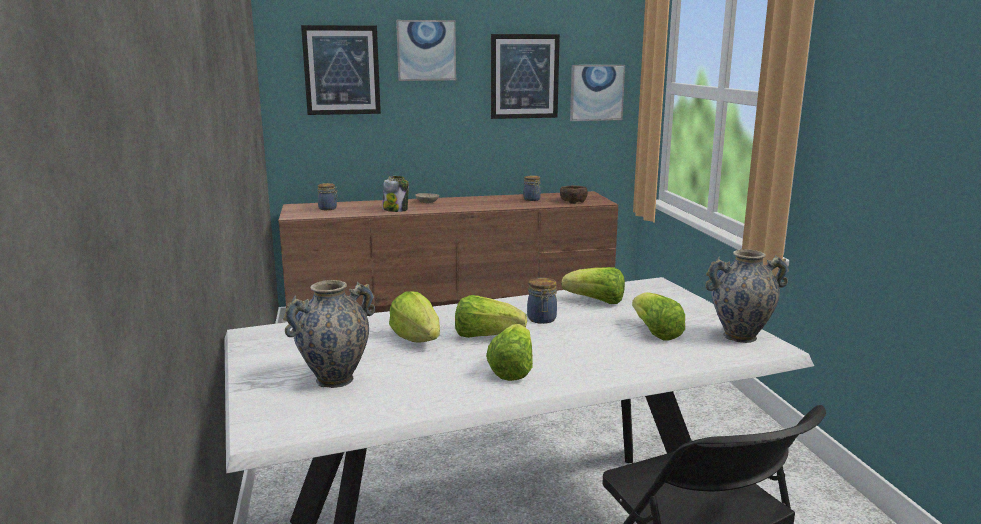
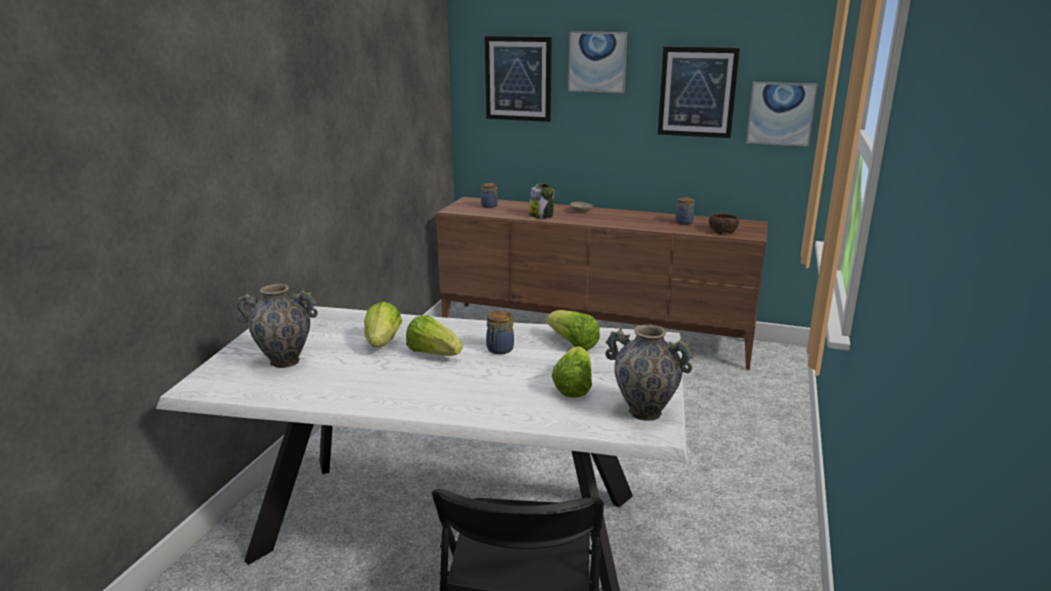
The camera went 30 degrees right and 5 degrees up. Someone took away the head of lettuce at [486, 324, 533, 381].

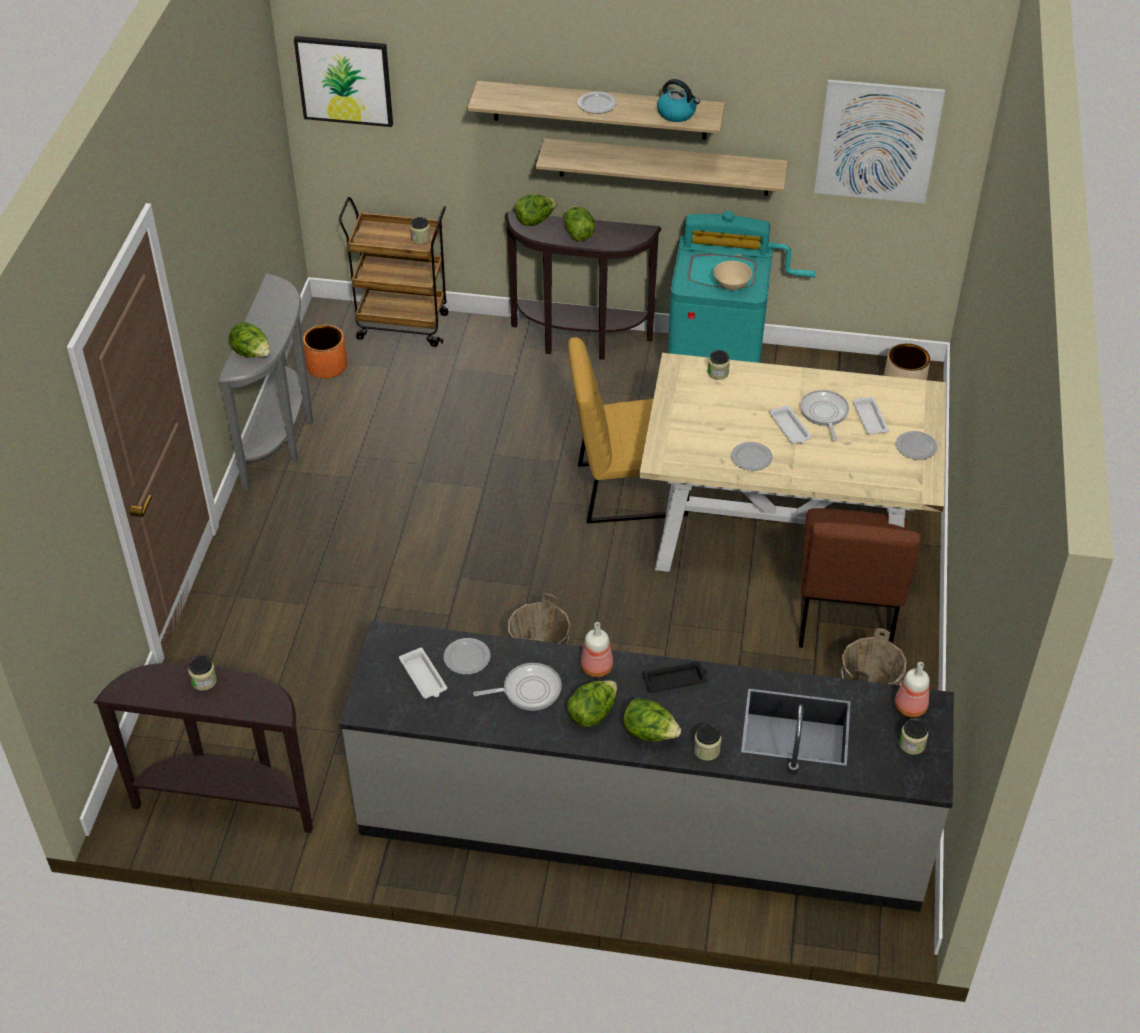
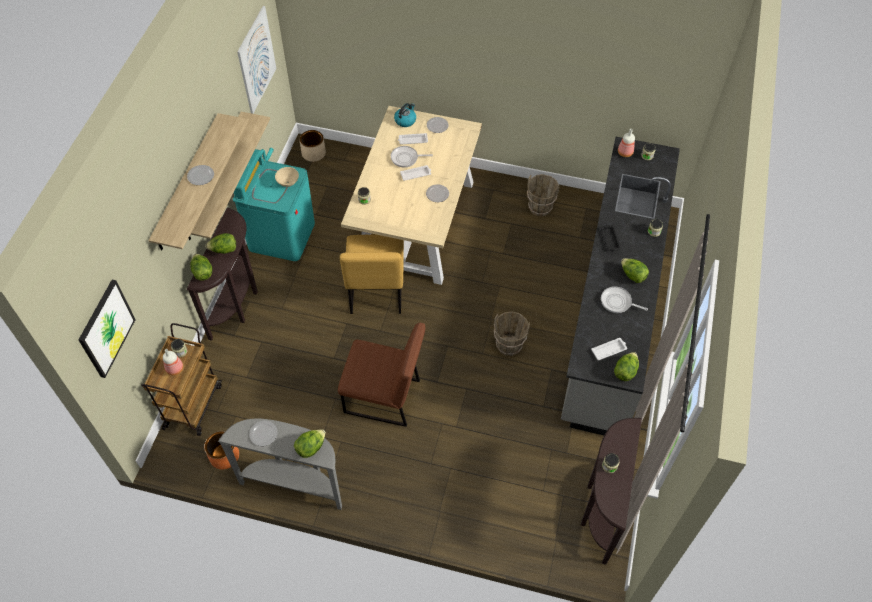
The camera went 85 degrees left and 10 degrees up. Someone carried the kettle from [657, 79, 700, 122] to [394, 103, 416, 127]. Someone carried the brownish chair from [799, 508, 921, 648] to [338, 323, 425, 427]. Someone carried the beverage bottle from [580, 622, 613, 677] to [163, 349, 183, 376]. Someone carried the dinner plate from [444, 638, 490, 675] to [249, 421, 278, 446]. Someone rotated the frying pan at [473, 663, 562, 711] by 60 degrees counterclockwise. Someone carried the head of lettuce from [623, 698, 681, 742] to [614, 352, 639, 381].

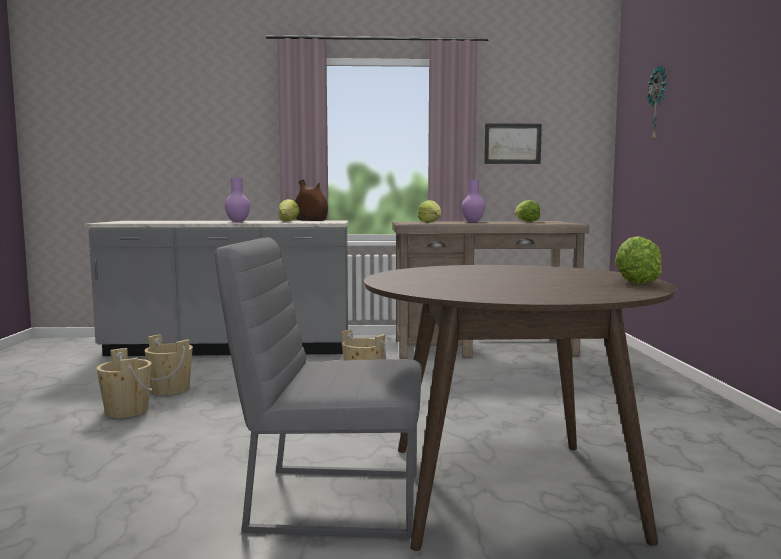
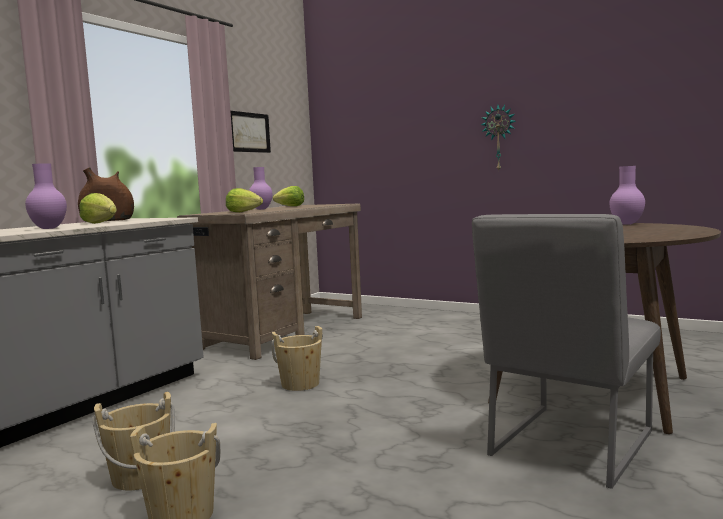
The camera went 55 degrees left and 0 degrees up. Someone carried the clock on the wall from [647, 65, 667, 140] to [481, 105, 516, 170]. Someone swapped the head of lettuce at [615, 236, 662, 284] for the purplish flower vase at [609, 166, 645, 225].

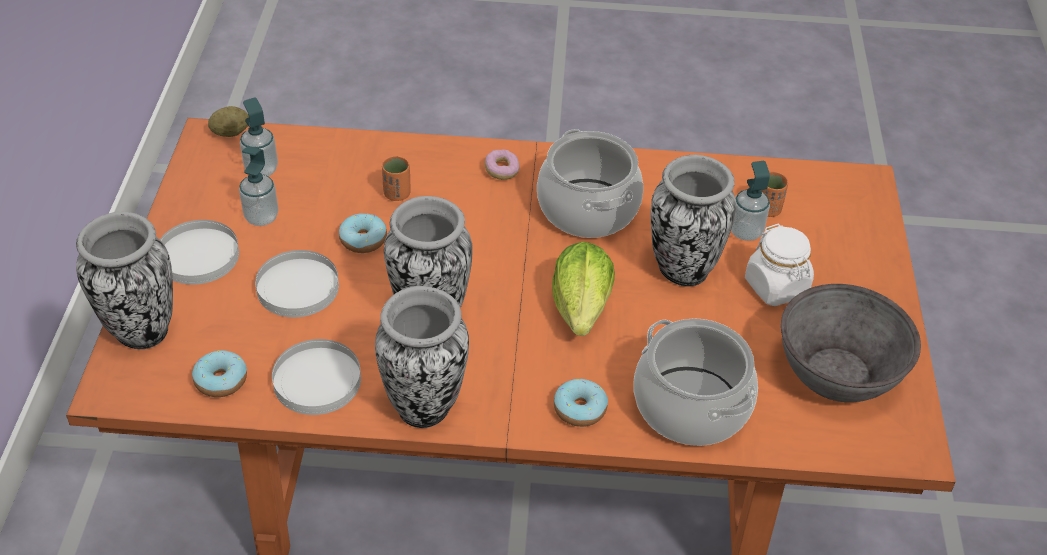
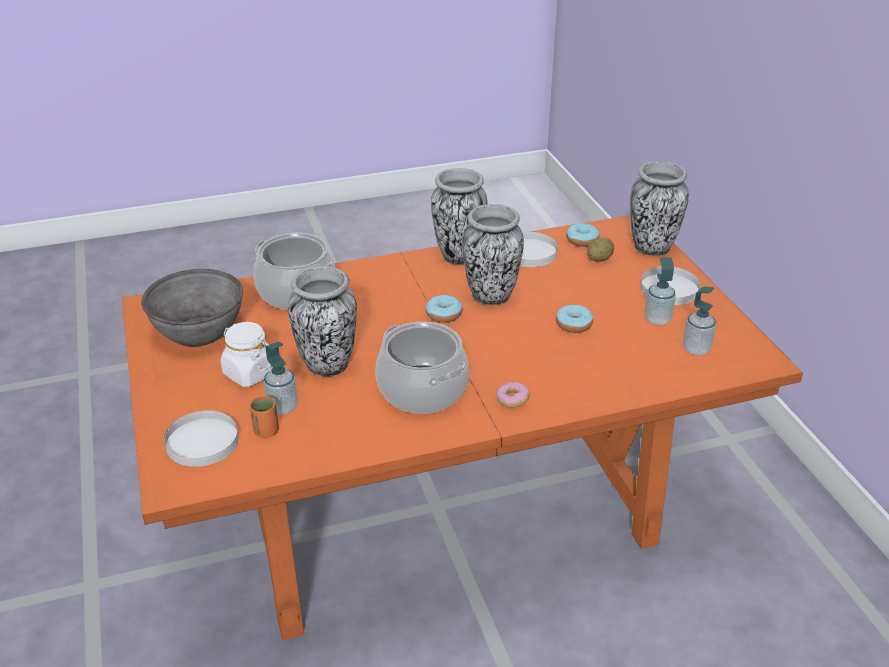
The camera went 160 degrees right and 10 degrees down. Someone carried the spud from [208, 106, 249, 137] to [587, 237, 614, 262]. Someone took away the orange cup at [382, 156, 411, 201]. Someone took away the head of lettuce at [552, 241, 615, 336]. Someone carried the whitish dinner plate from [255, 250, 339, 317] to [164, 410, 239, 467]. Someone carried the donut from [554, 379, 608, 427] to [426, 295, 462, 323].

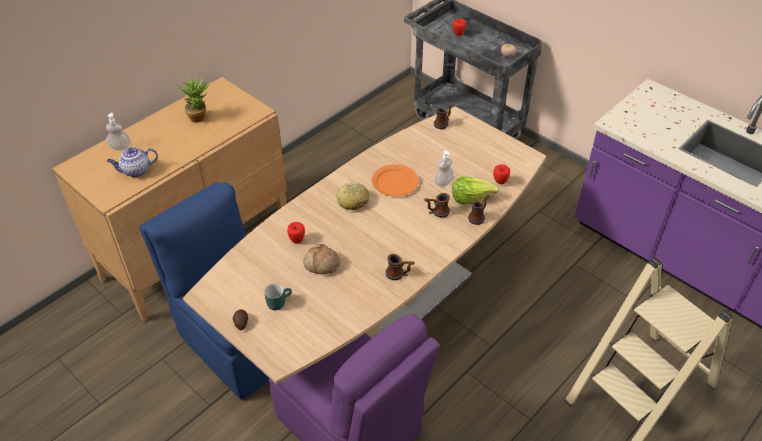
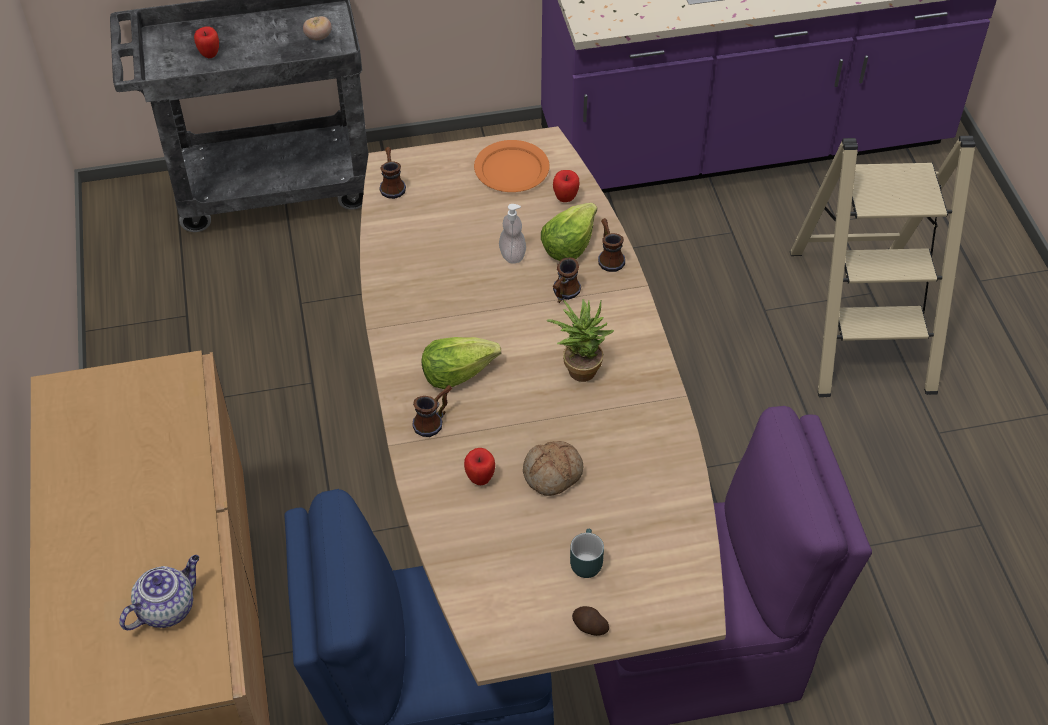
The camera went 55 degrees left and 5 degrees up. Someone carried the plant in a pot from [175, 76, 210, 123] to [547, 299, 614, 382]. Someone took away the soap dispenser at [106, 113, 130, 150]. Someone rotated the pot for tea at [107, 147, 158, 177] by 150 degrees counterclockwise. Someone carried the orange dinner plate from [372, 164, 419, 196] to [474, 140, 550, 192]. Someone swapped the bakery bread at [337, 183, 369, 210] for the head of lettuce at [421, 337, 501, 389]. Someone carried the coffee mug from [386, 254, 414, 280] to [412, 385, 453, 437].

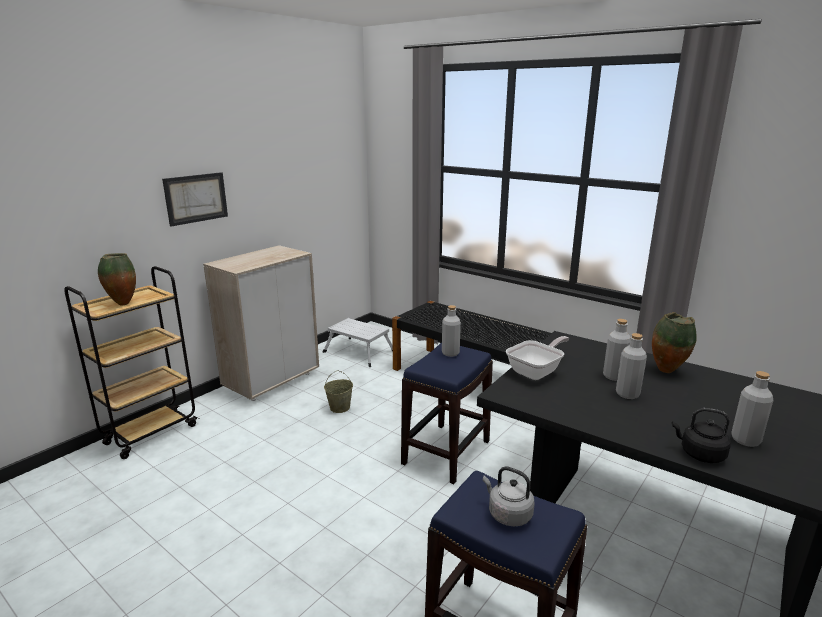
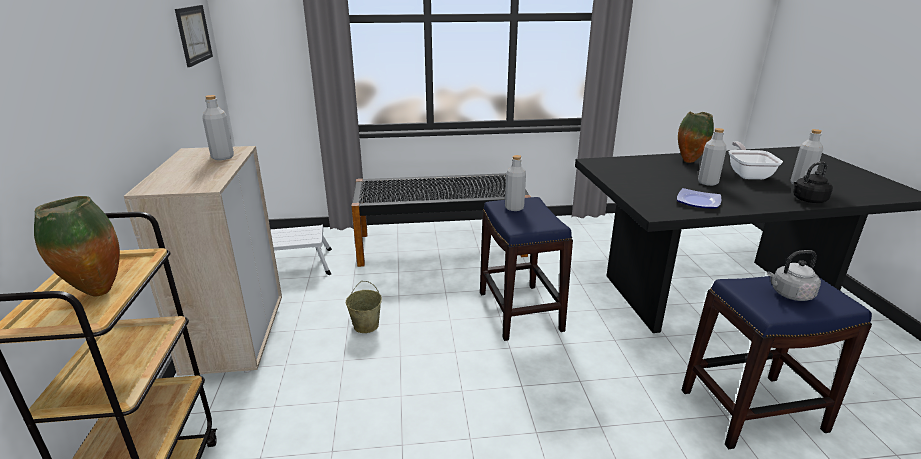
The camera went 45 degrees left and 5 degrees up. Someone carried the wall art from [162, 172, 228, 226] to [175, 5, 213, 67]. Someone carried the grey beverage bottle from [603, 319, 631, 381] to [202, 95, 234, 160]. Someone carried the frying pan from [506, 336, 569, 380] to [729, 142, 783, 179]. Someone put down the dinner plate at [677, 188, 721, 209].

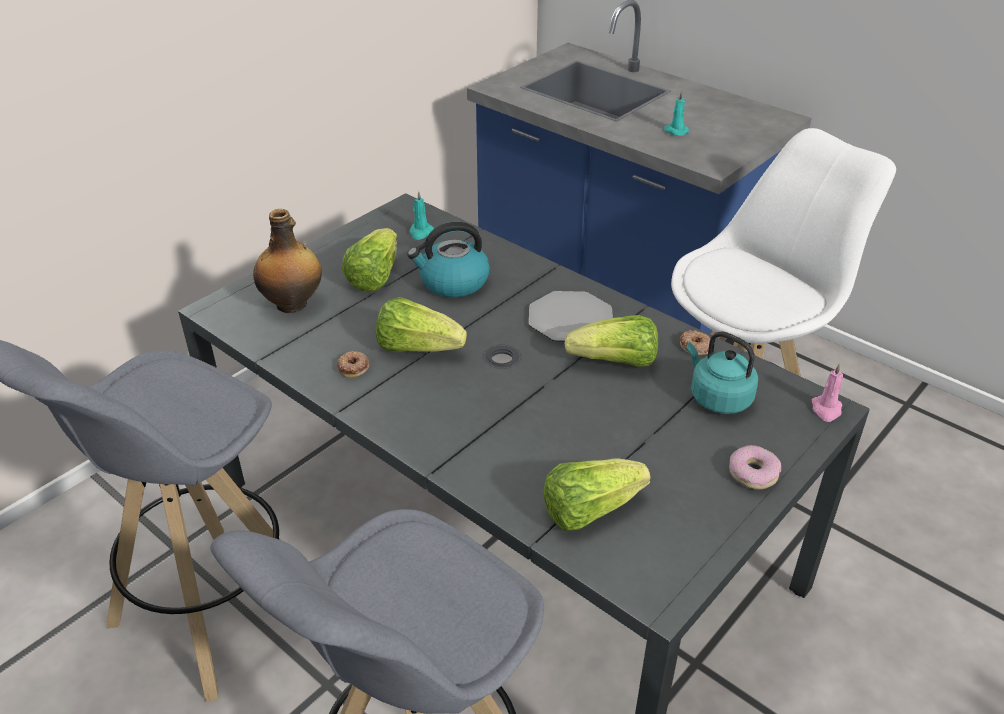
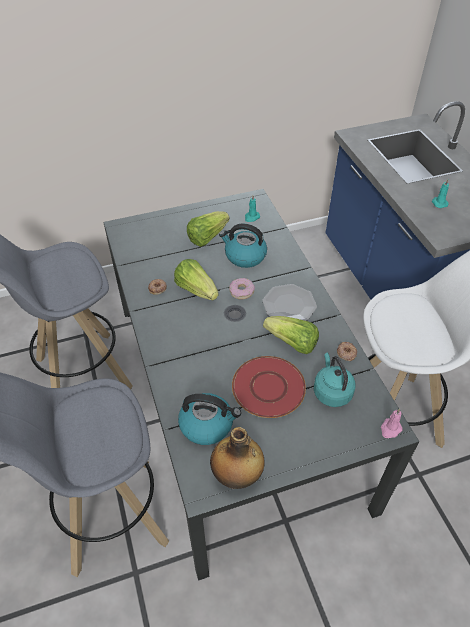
The camera went 30 degrees right and 10 degrees up. Someone carried the beverage bottle from [253, 209, 322, 313] to [210, 427, 265, 489]. Someone carried the donut from [729, 445, 781, 489] to [229, 278, 255, 299]. Someone swapped the head of lettuce at [544, 459, 651, 531] for the kettle at [178, 393, 241, 445]. Someone put down the red-coloured dinner plate at [232, 356, 306, 418].

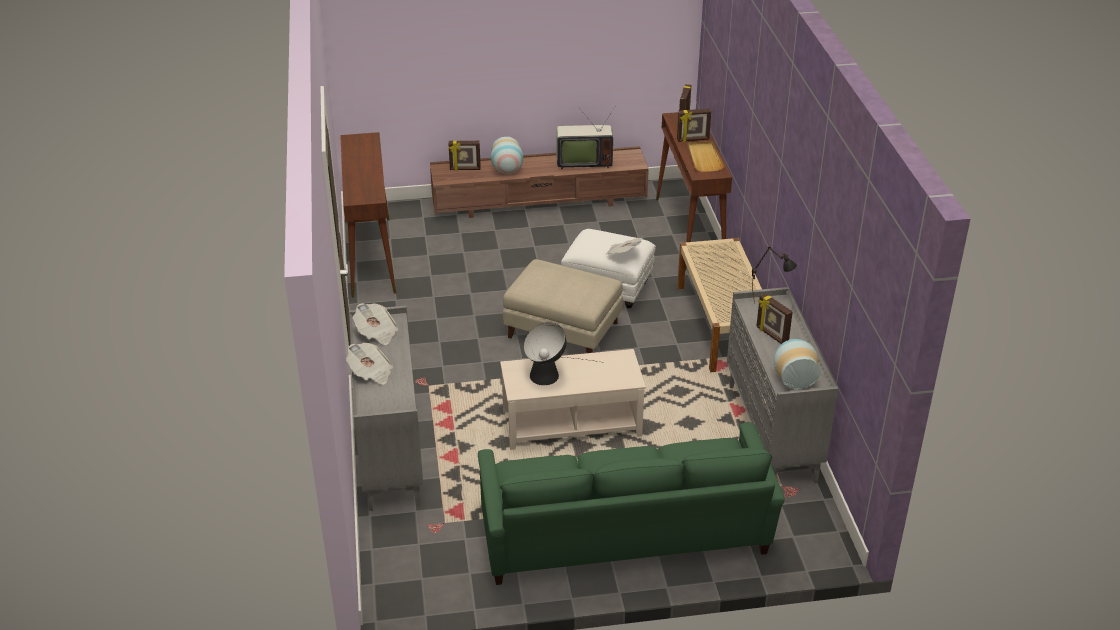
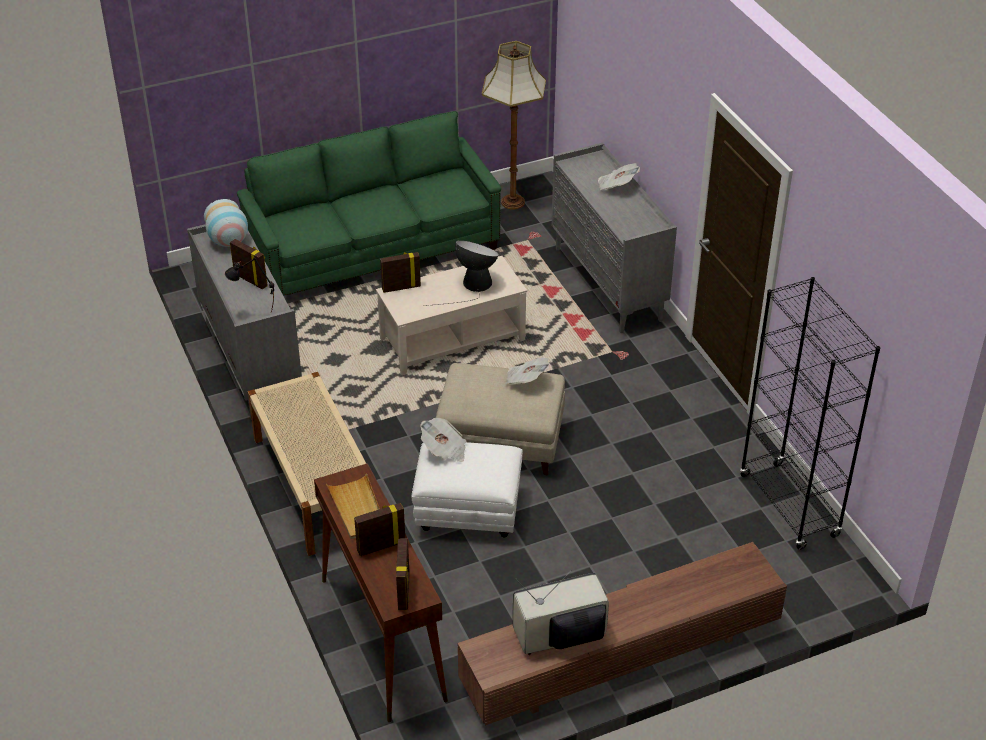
The camera went 165 degrees right and 5 degrees up. Someone swapped the brownish narrow table at [340, 132, 396, 297] for the black-coloured shelving unit at [740, 277, 880, 550]. Someone took away the flower vase at [491, 137, 523, 174]. Someone carried the standing frame from [448, 141, 481, 171] to [380, 252, 421, 293]. Someone carried the newspaper from [353, 303, 398, 345] to [505, 358, 549, 384]. Someone put down the floor lamp at [482, 41, 546, 210].

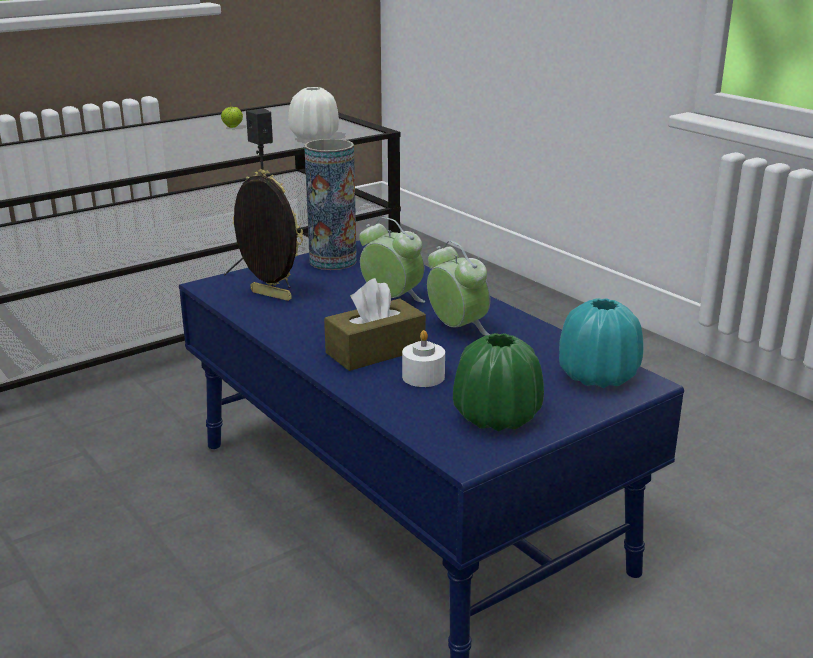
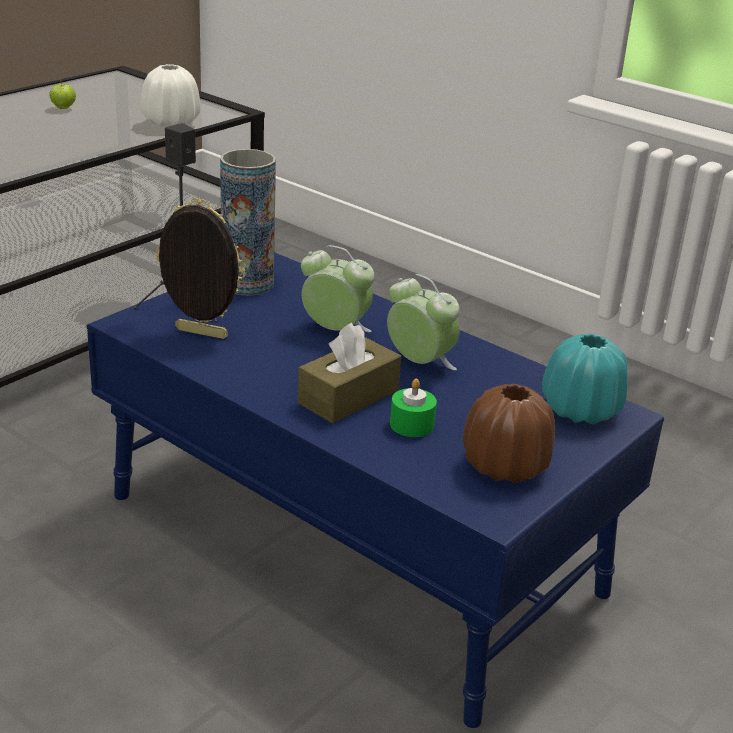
The camera went 15 degrees left and 5 degrees up. Someone repainted the whitish wax candle at [402, 330, 445, 387], which became the greenish wax candle at [390, 379, 437, 437]. Someone repainted the greenish flower vase at [453, 333, 544, 432], which became the brownish flower vase at [463, 384, 555, 483].

